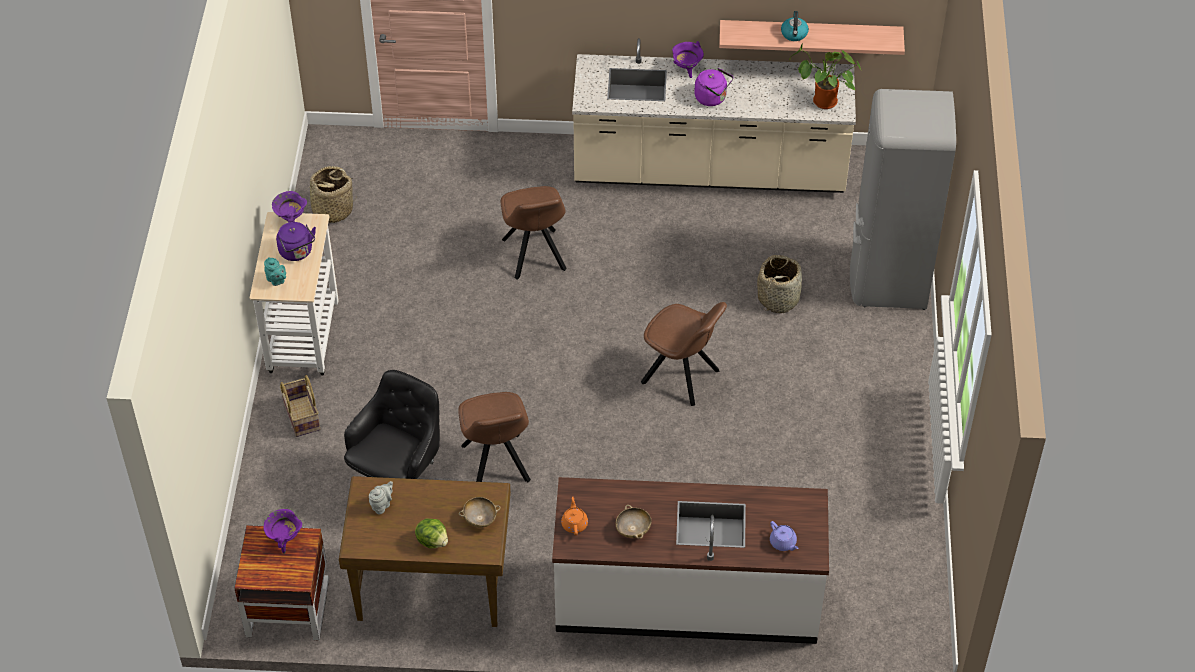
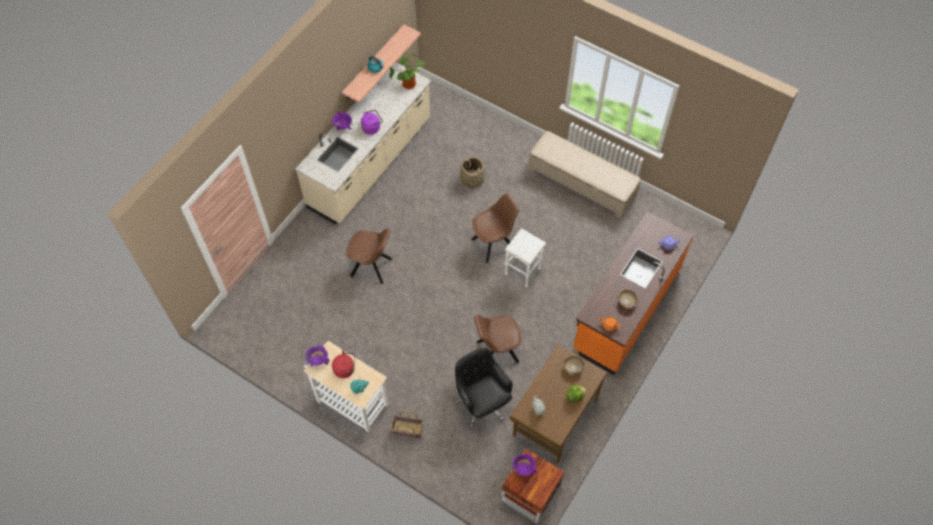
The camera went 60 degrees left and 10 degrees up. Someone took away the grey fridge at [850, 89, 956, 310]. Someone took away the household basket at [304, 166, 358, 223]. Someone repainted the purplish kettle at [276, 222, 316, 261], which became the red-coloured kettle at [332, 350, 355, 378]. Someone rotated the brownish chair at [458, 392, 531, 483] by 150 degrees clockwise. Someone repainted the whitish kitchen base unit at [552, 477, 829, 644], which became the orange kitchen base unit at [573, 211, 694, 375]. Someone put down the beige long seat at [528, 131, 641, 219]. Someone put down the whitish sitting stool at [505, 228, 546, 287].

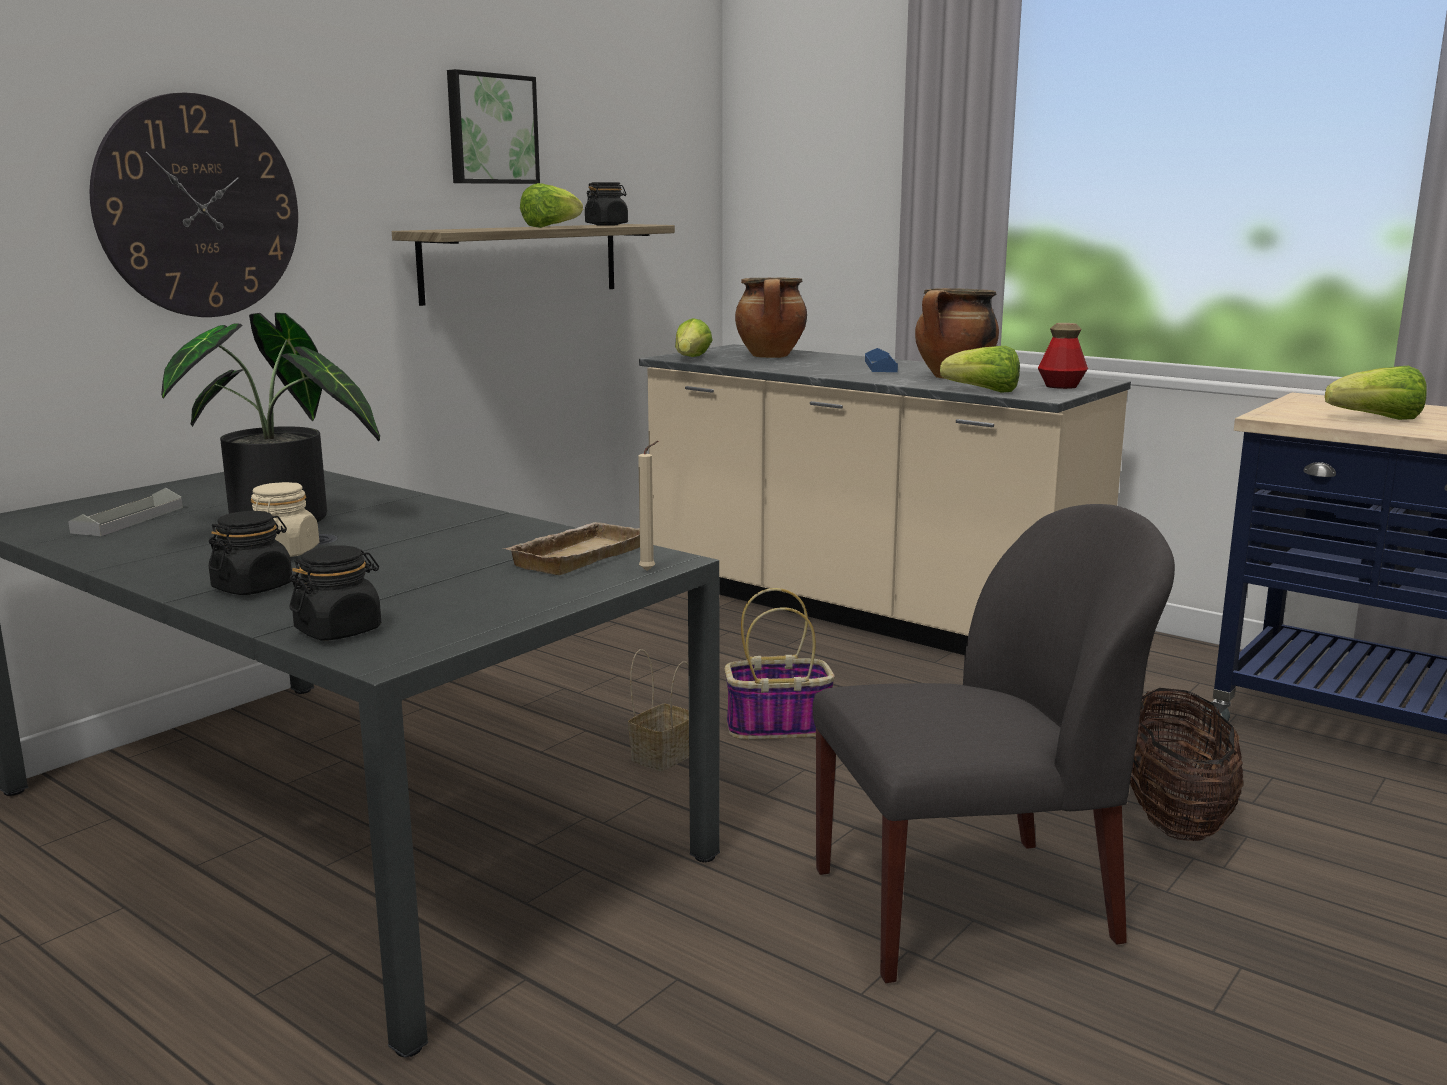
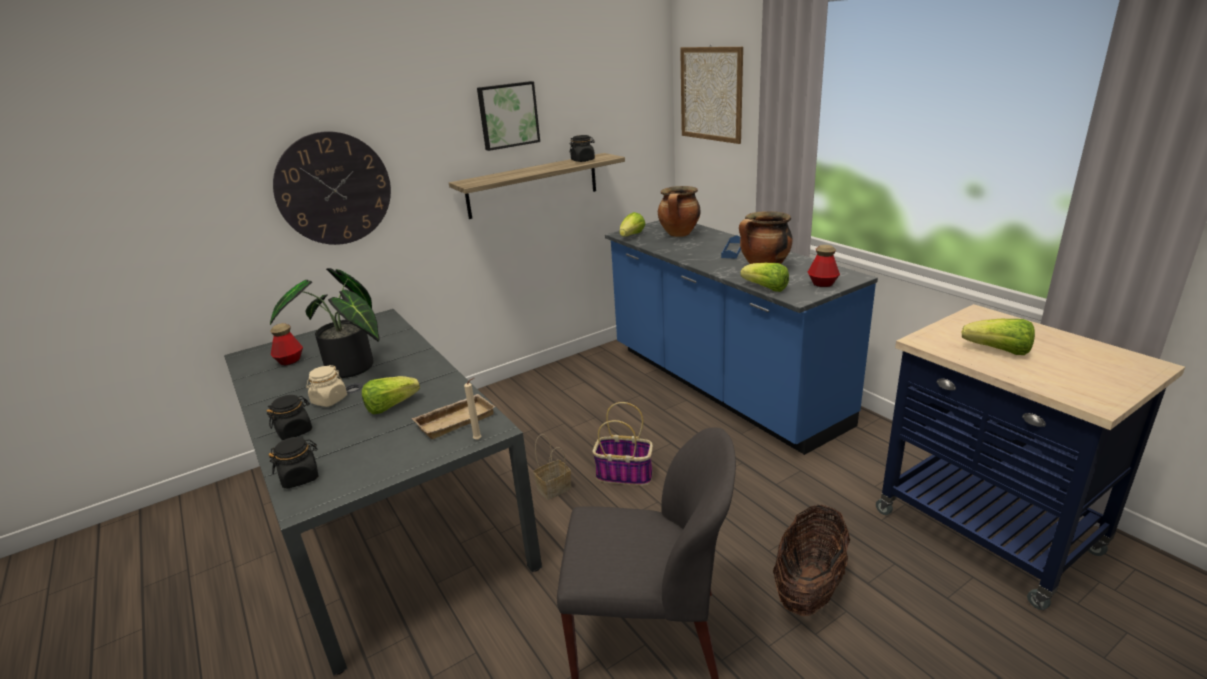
The camera went 20 degrees right and 10 degrees up. Someone carried the head of lettuce from [520, 183, 583, 228] to [362, 376, 420, 414]. Someone repainted the beige kitchen base unit at [639, 344, 1131, 655], which became the blue-coloured kitchen base unit at [605, 220, 878, 455]. Someone swapped the grey serving tray at [68, 488, 183, 536] for the beverage bottle at [270, 323, 303, 365]. Someone put up the wall art at [680, 45, 743, 144].

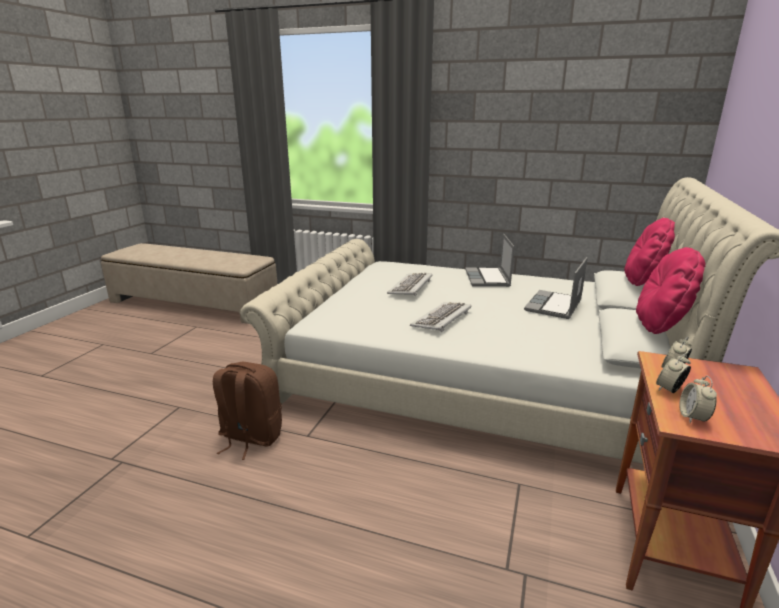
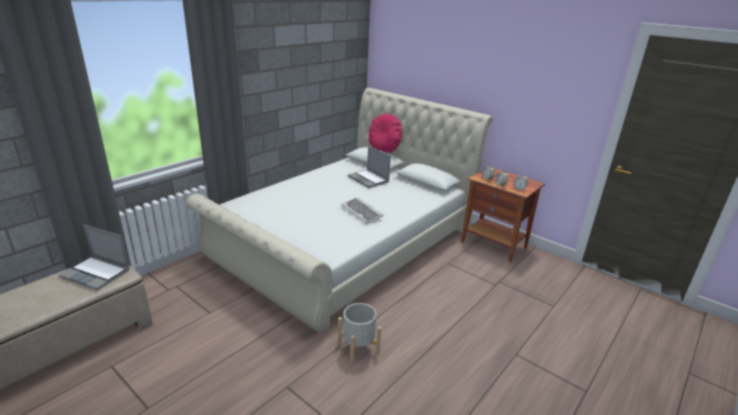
The camera went 70 degrees left and 5 degrees up. Someone carried the notebook computer from [465, 233, 514, 287] to [59, 225, 130, 290]. Someone took away the pink throw pillow at [636, 247, 705, 334]. Someone took away the PC keyboard at [387, 273, 432, 296]. Someone swapped the brownish rucksack at [213, 362, 282, 460] for the grey plant pot at [338, 303, 381, 364].

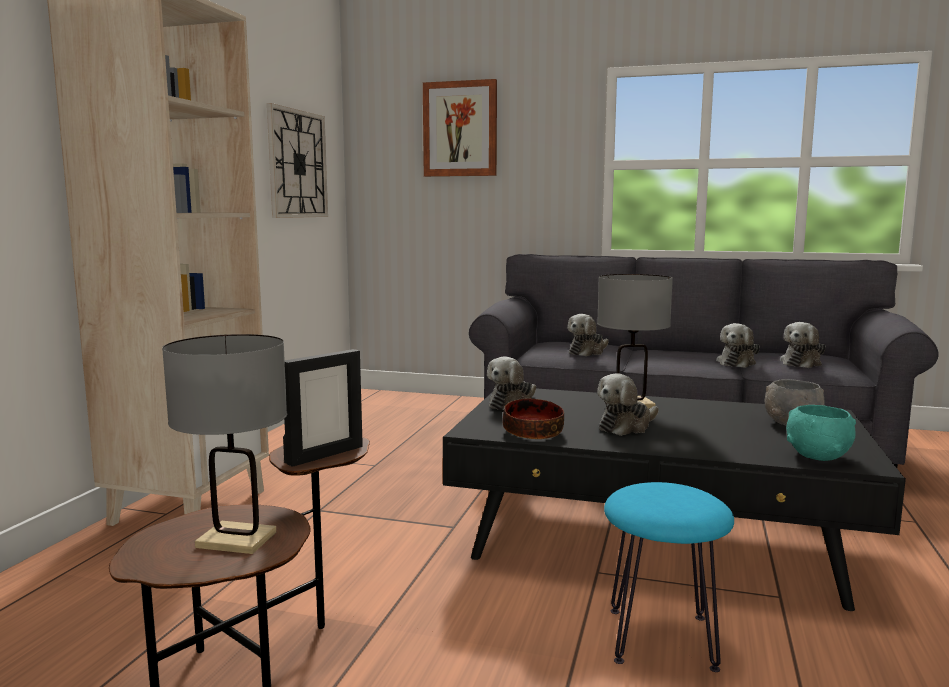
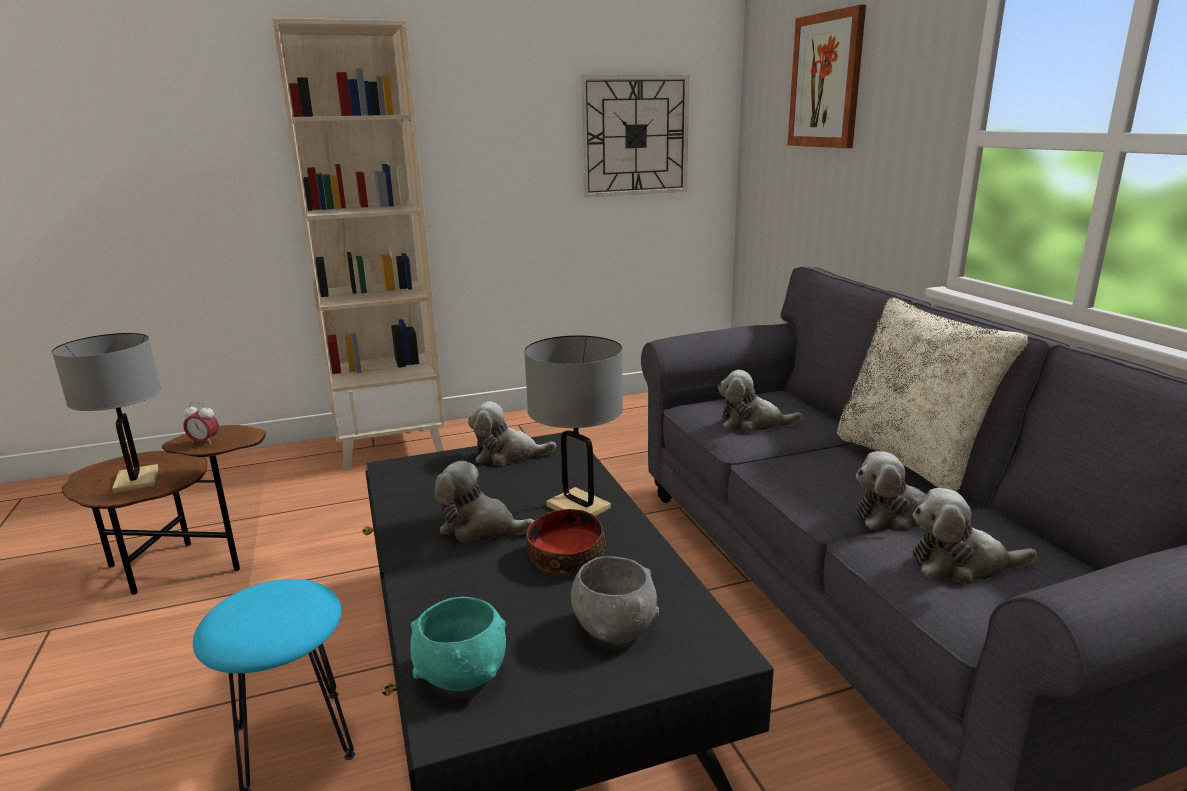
The camera went 55 degrees right and 10 degrees up. Someone swapped the standing frame at [283, 349, 363, 467] for the bedside clock at [183, 402, 219, 445]. Someone carried the deep dish from [502, 398, 564, 439] to [526, 509, 606, 575]. Someone put down the beige throw pillow at [837, 297, 1028, 492].

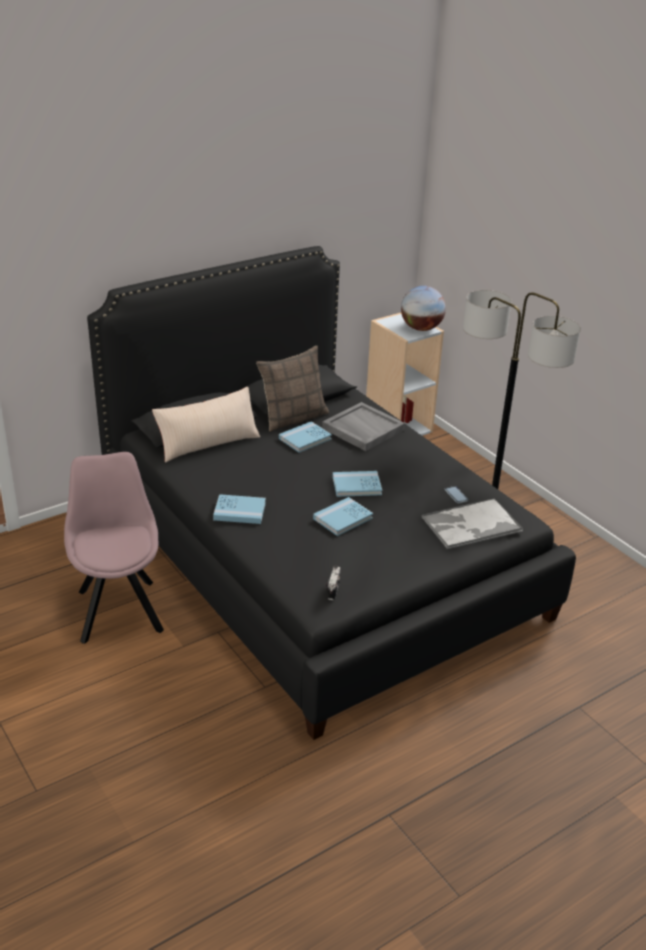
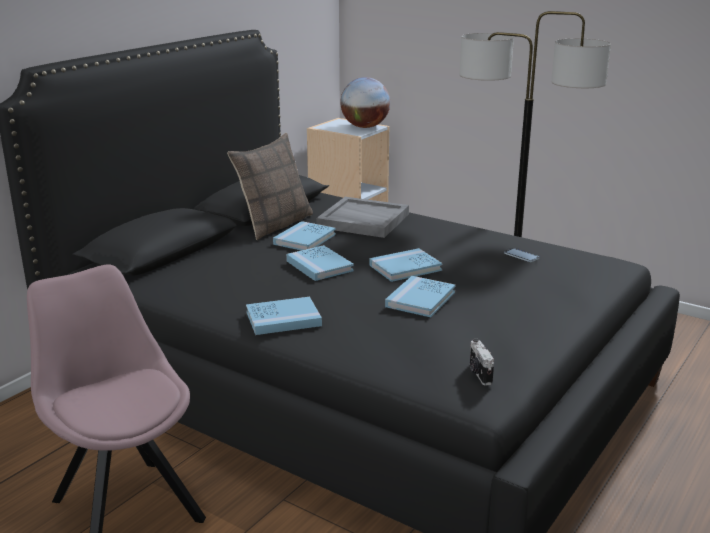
The camera went 20 degrees left and 10 degrees down. Someone took away the beige throw pillow at [152, 387, 260, 463]. Someone took away the serving tray at [421, 498, 523, 550]. Someone put down the blue-coloured bound book at [286, 245, 354, 281].

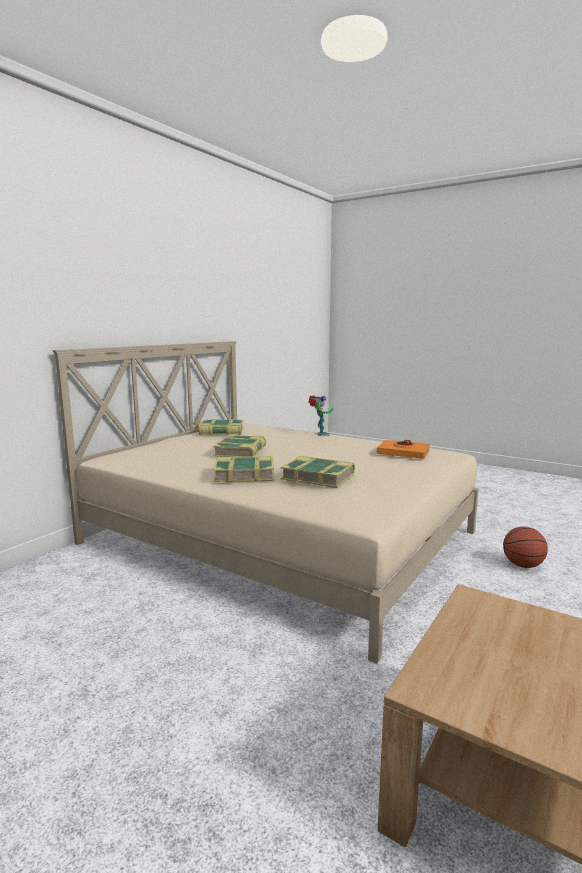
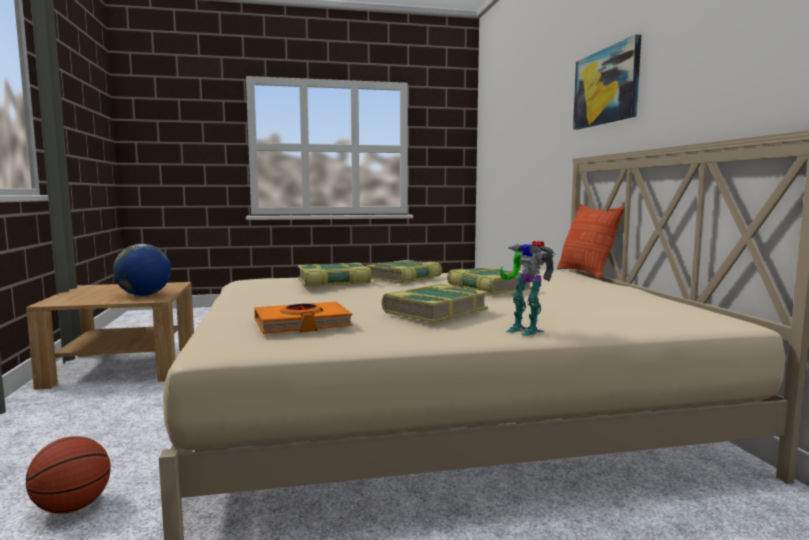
The camera went 135 degrees right and 5 degrees down. Someone carried the bound book from [198, 419, 244, 435] to [382, 284, 488, 323]. Someone put up the wall art at [573, 34, 641, 130]. Someone put down the orange throw pillow at [557, 204, 625, 279]. Someone put down the desk globe at [113, 244, 171, 296].

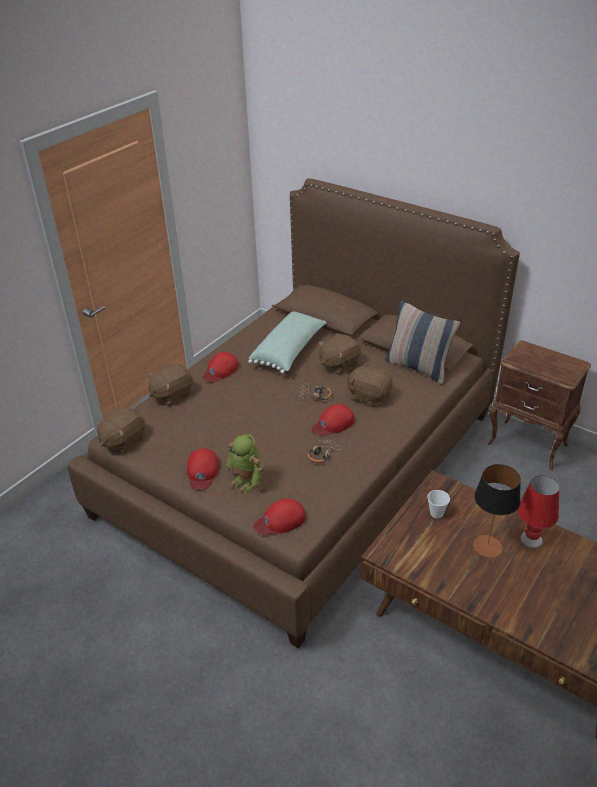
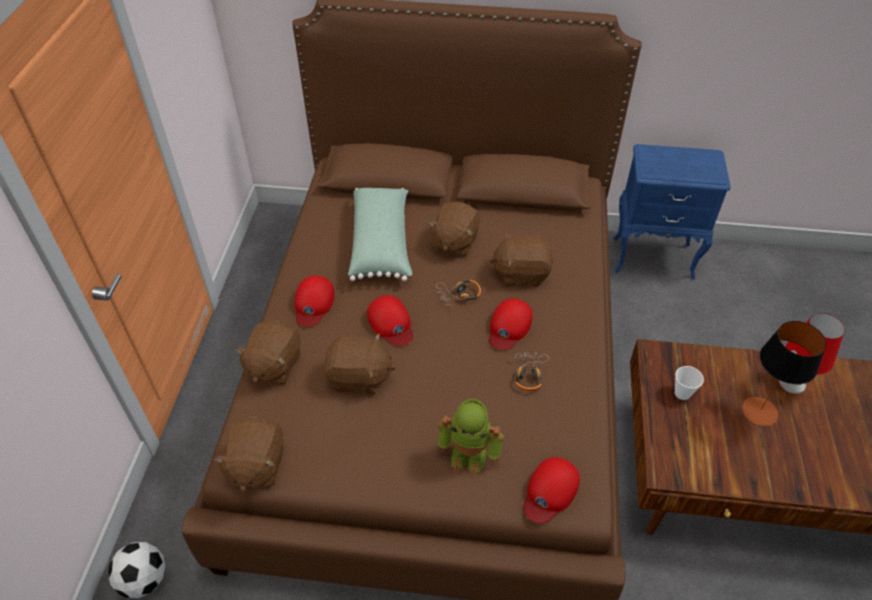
The camera went 30 degrees left and 10 degrees up. Someone took away the throw pillow at [385, 301, 460, 384]. Someone repainted the brownish night table at [487, 340, 591, 471], which became the blue-coloured night table at [613, 144, 731, 280]. Someone carried the red-coloured peaked cap from [187, 448, 219, 489] to [367, 295, 413, 346]. Someone put down the brownish soft toy at [324, 334, 396, 395]. Someone put down the ball for football at [108, 542, 166, 598].

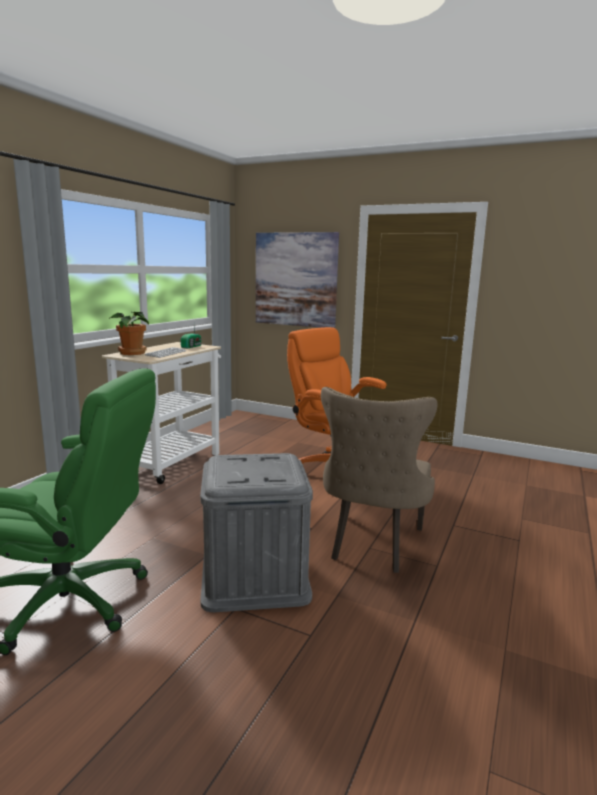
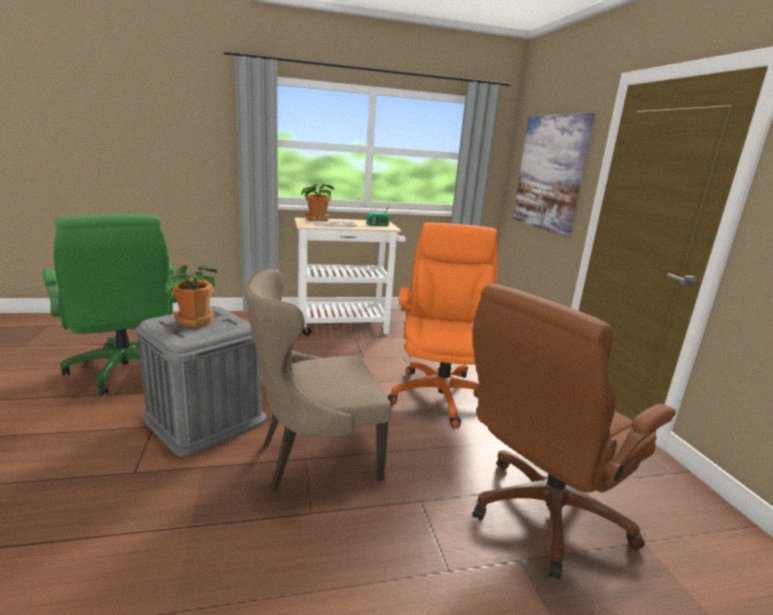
The camera went 50 degrees right and 5 degrees up. Someone put down the plant in a pot at [165, 265, 217, 327]. Someone put down the brownish office chair at [472, 284, 676, 579].

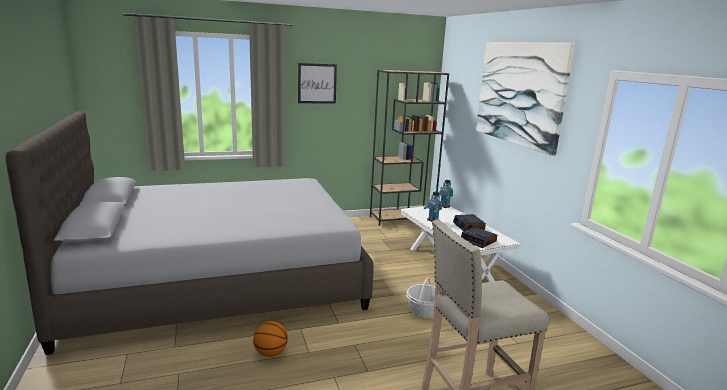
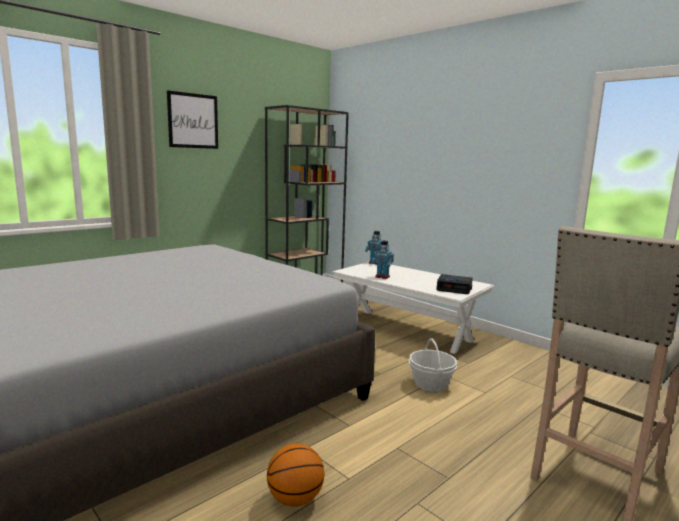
The camera went 25 degrees left and 5 degrees down. Someone took away the wall art at [476, 42, 575, 156]. Someone took away the bedside clock at [453, 214, 486, 231].

